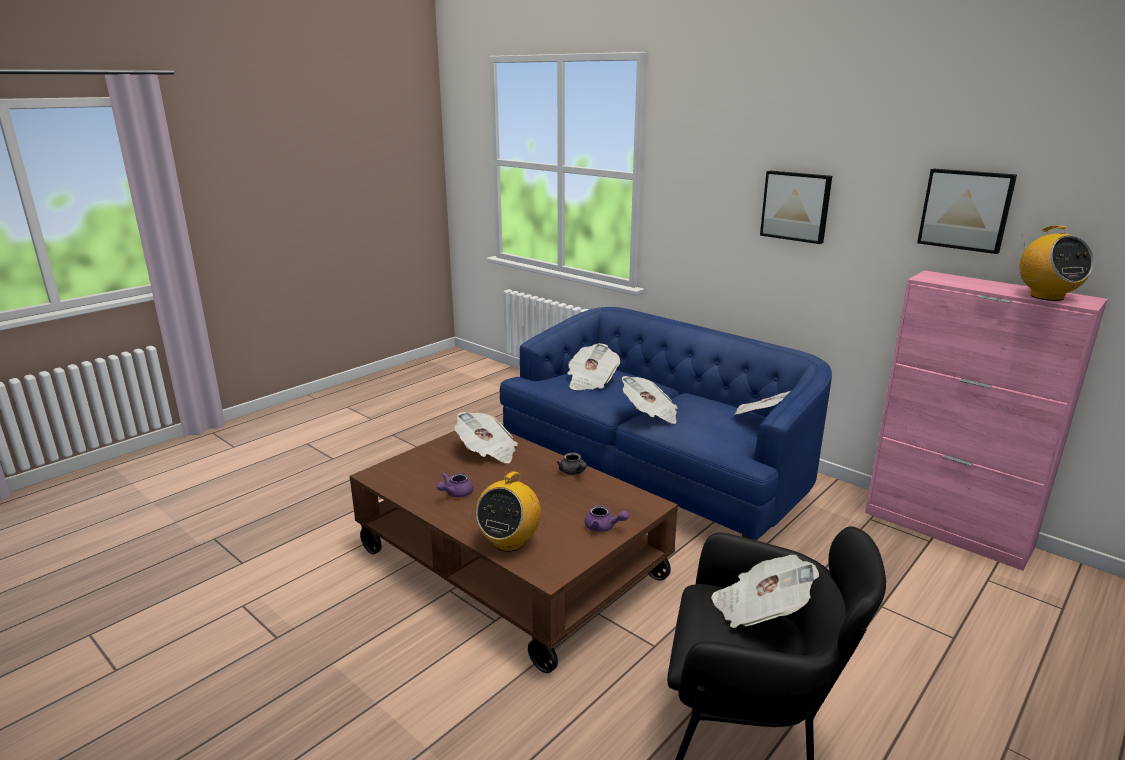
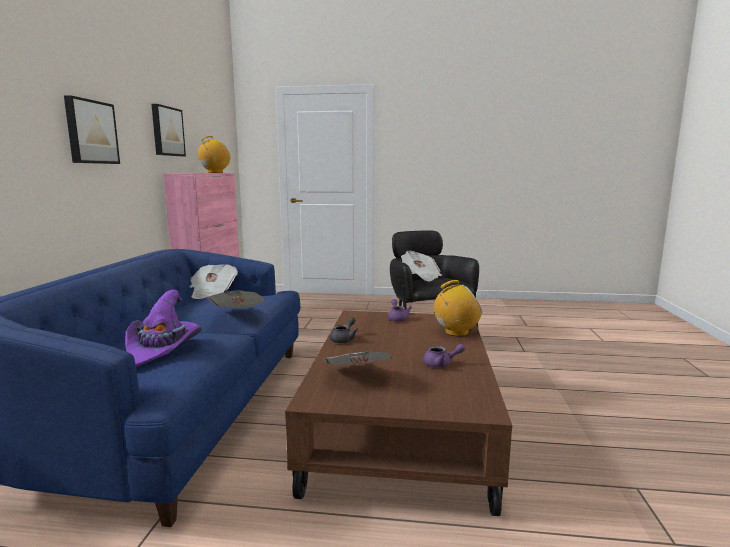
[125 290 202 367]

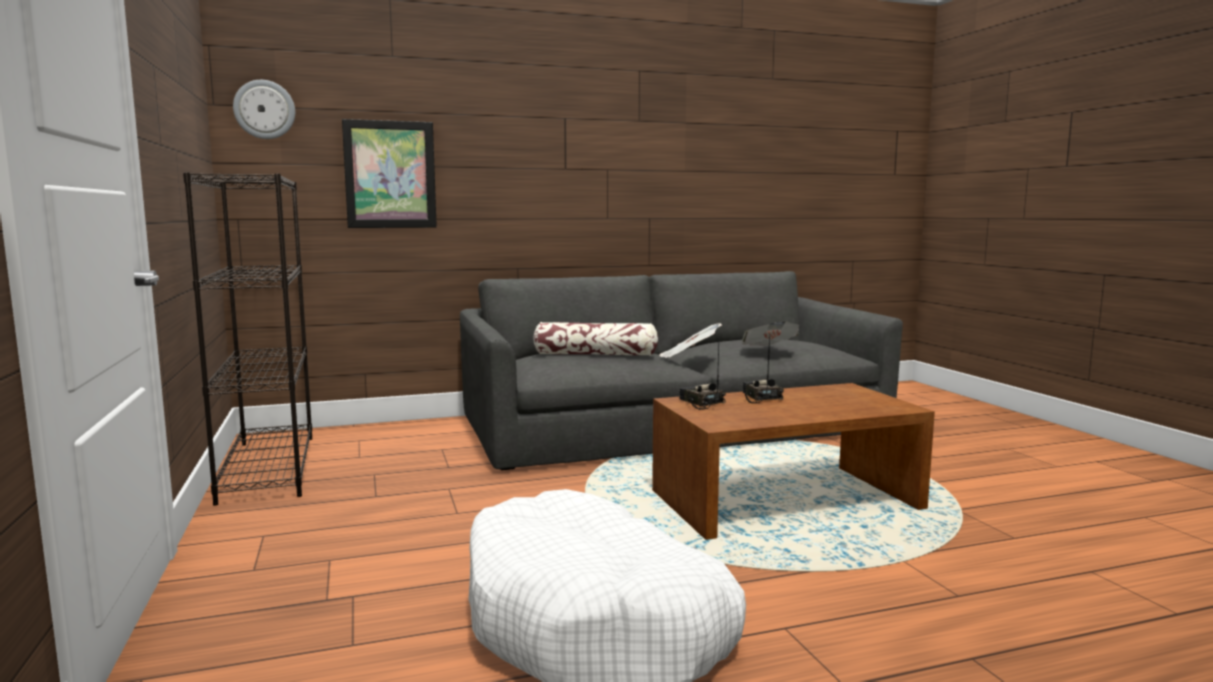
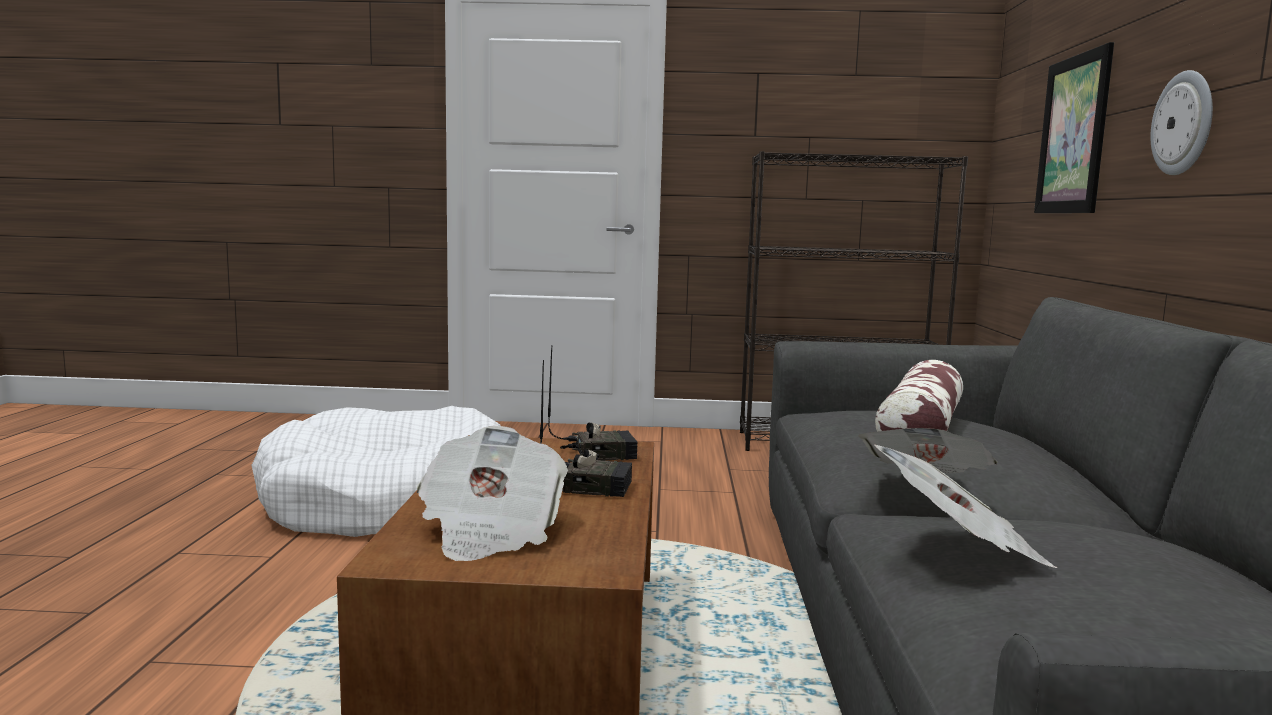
[1151 70 1213 175]
[417 426 568 561]

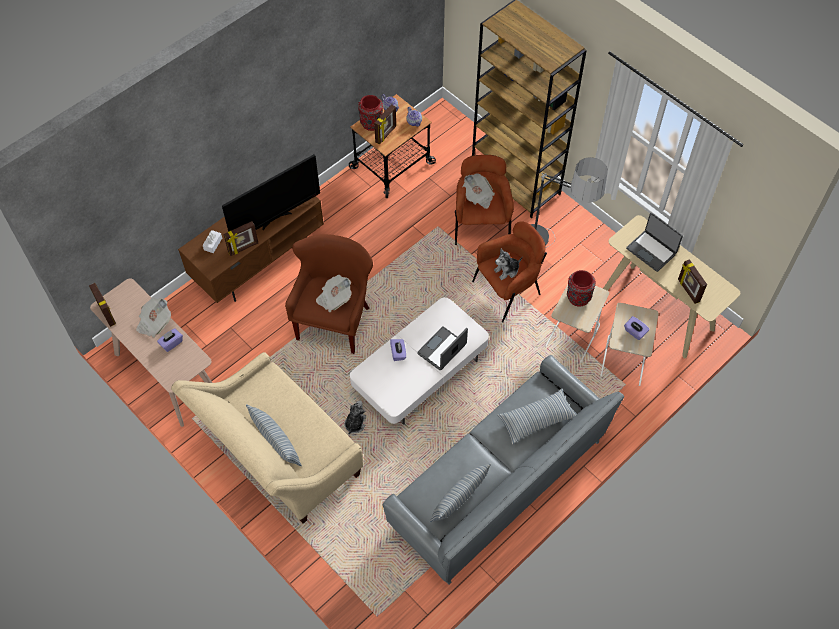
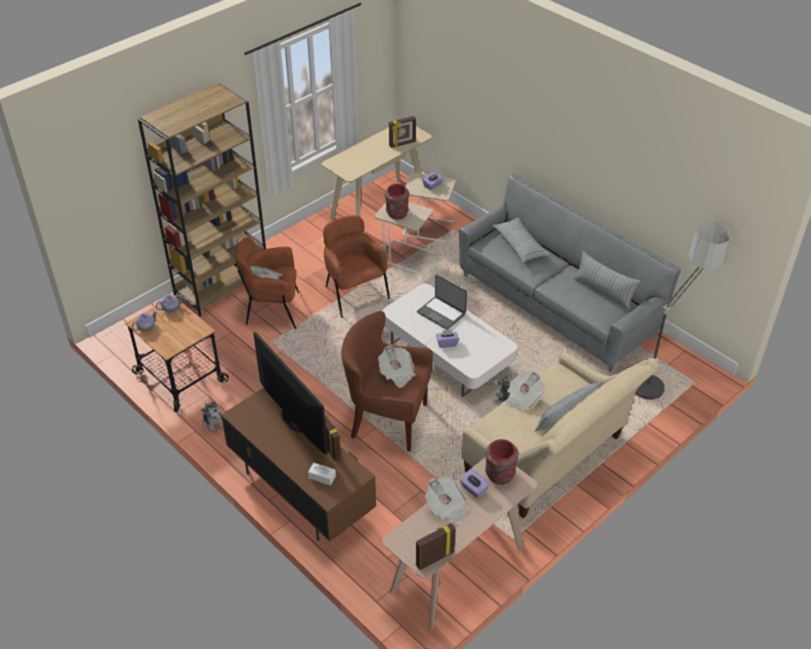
[485 439 518 485]
[374 104 396 145] (first image)
[635 223 730 400]
[626 212 683 272] (first image)
[201 401 223 434]
[505 371 545 412]

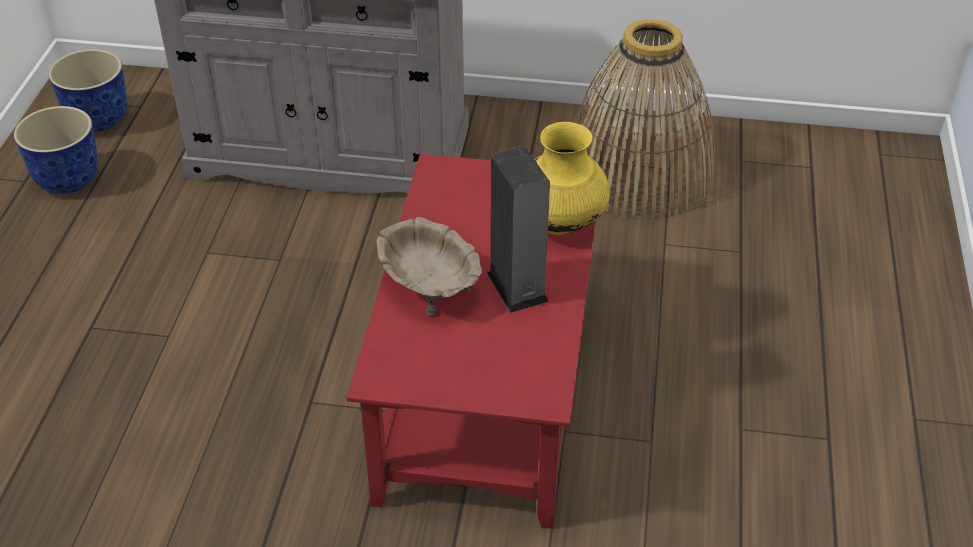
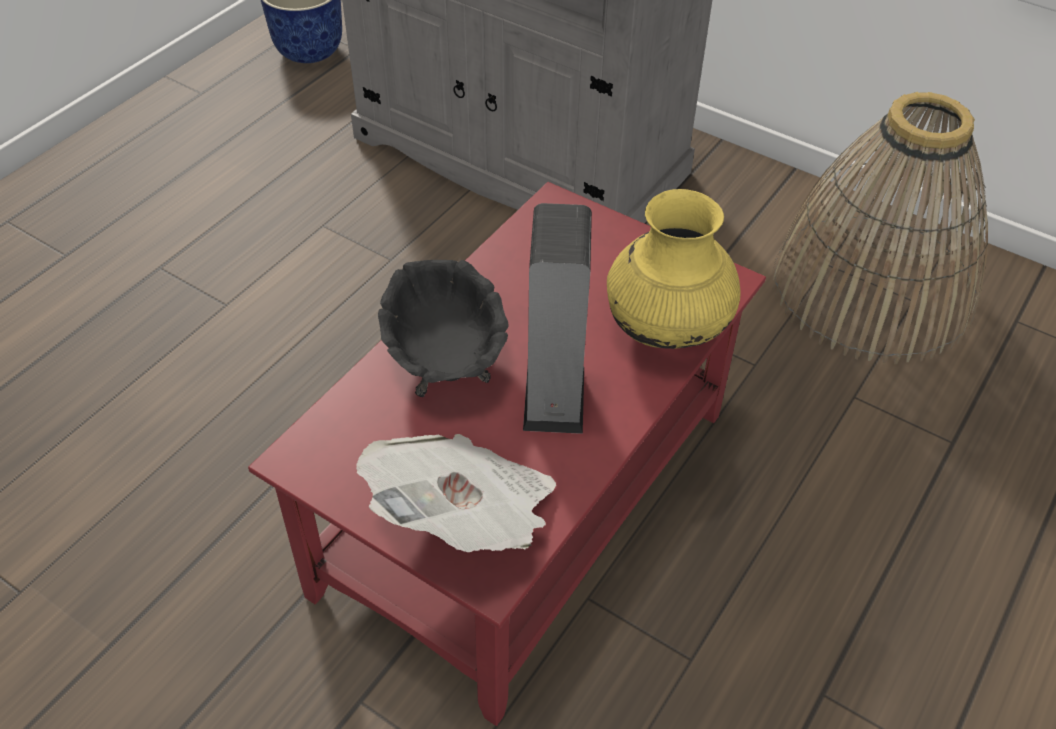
[14 106 98 194] (first image)
[378 260 509 397]
[356 434 556 552]

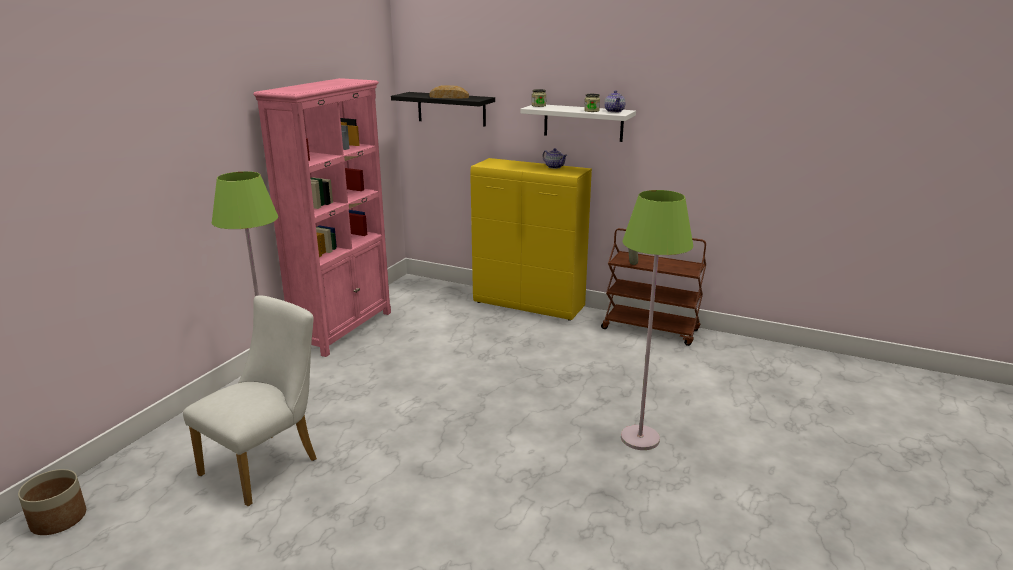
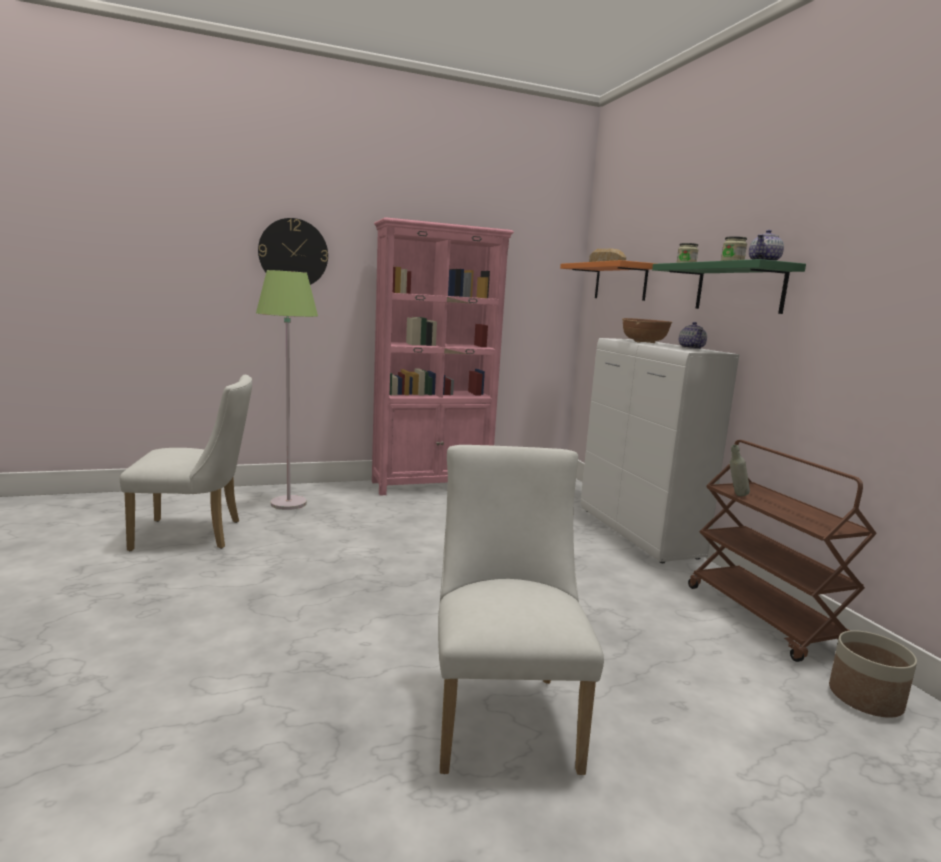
[560 260 657 301]
[652 259 806 314]
[581 338 739 563]
[438 445 604 775]
[829 630 917 718]
[258 218 328 285]
[622 318 672 343]

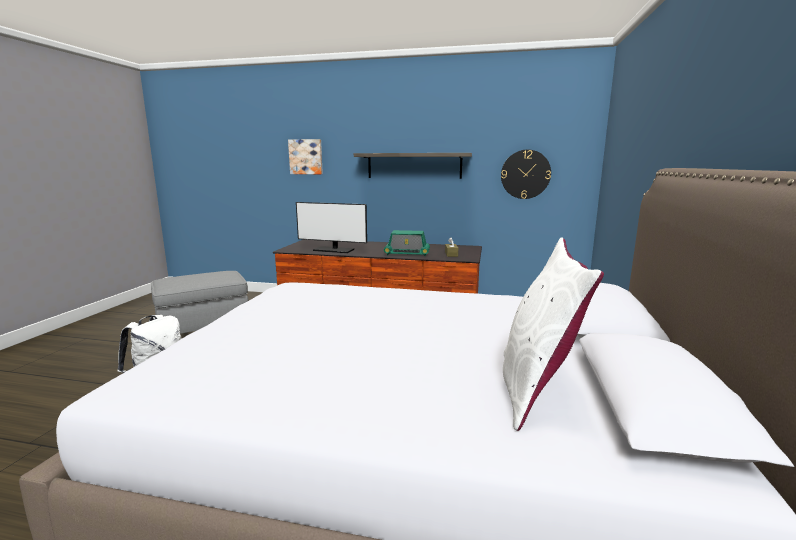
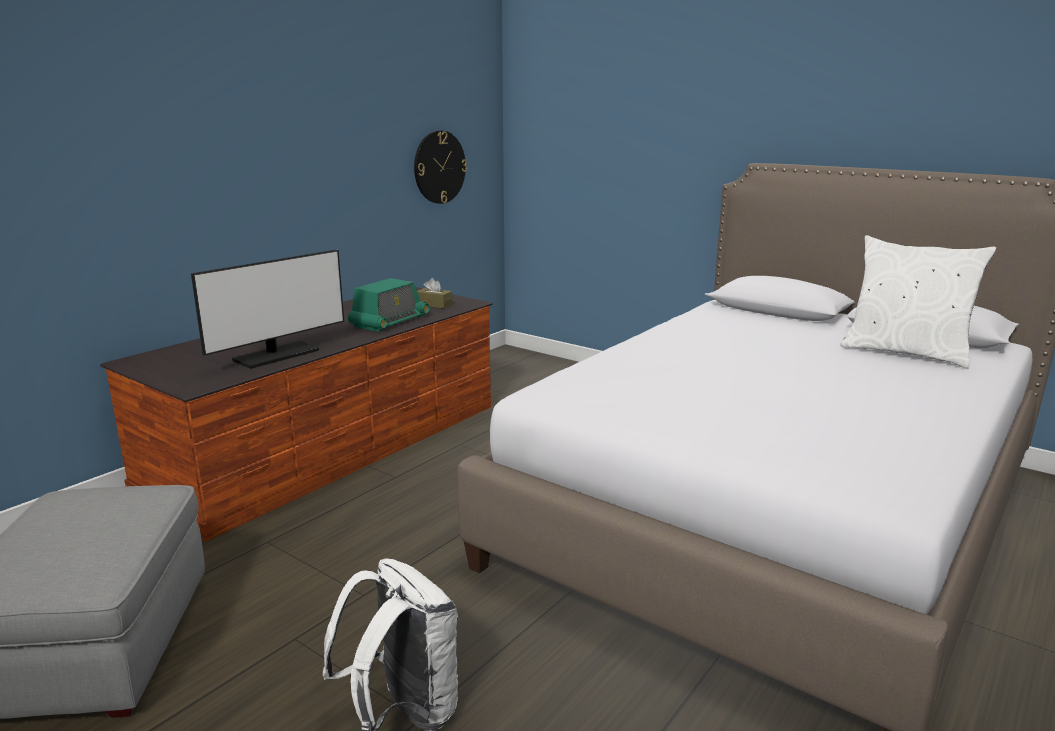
[288 139 323 174] (first image)
[354 153 472 179] (first image)

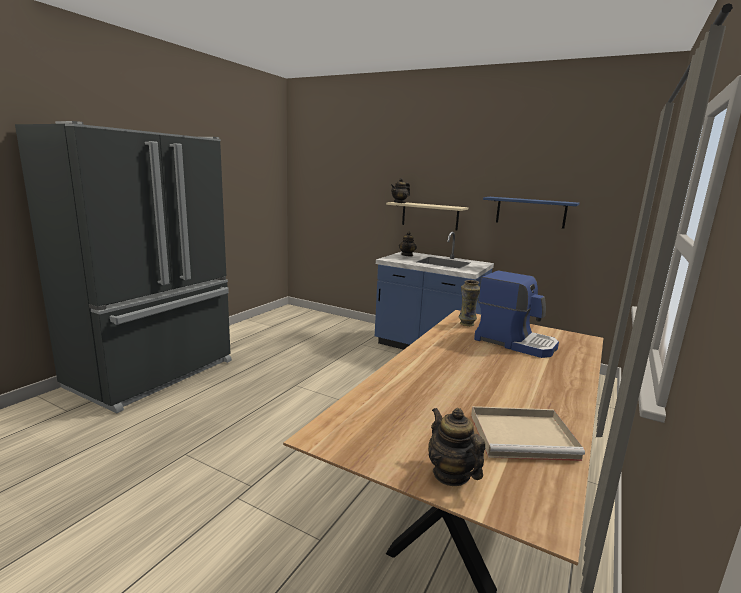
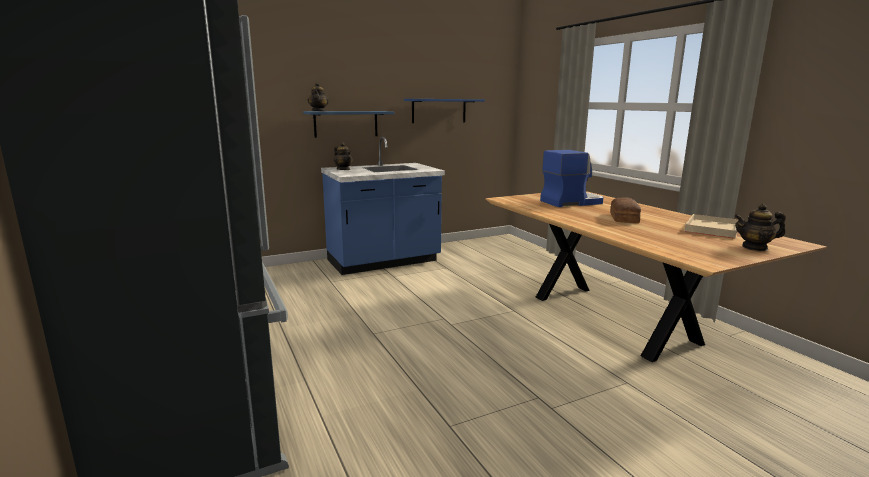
[303 111 394 138]
[459 280 480 326] (first image)
[610 198 641 223]

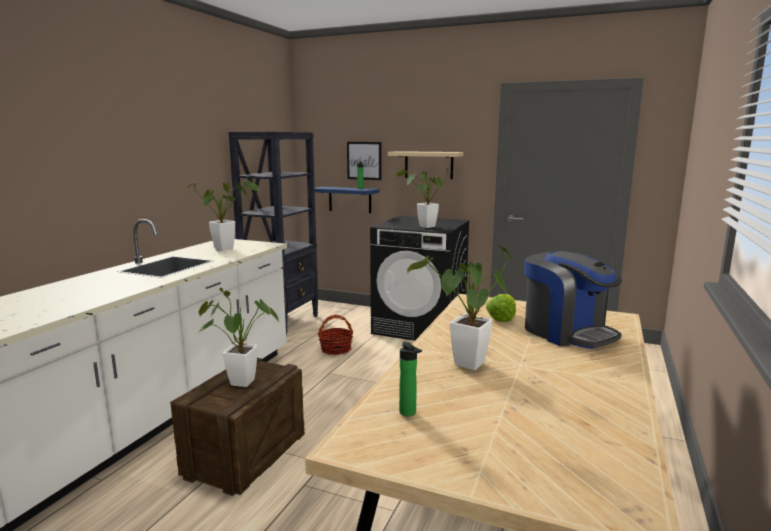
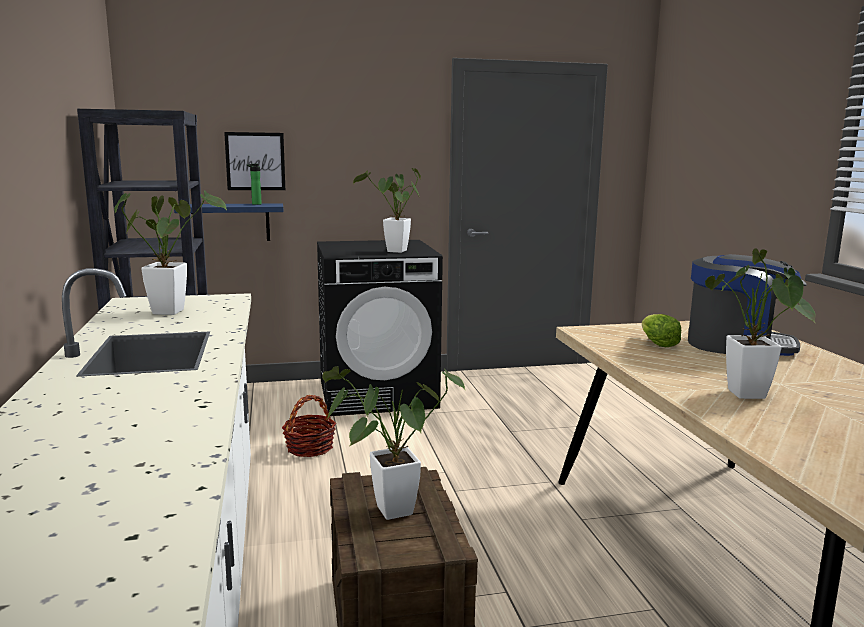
[388 151 463 179] (first image)
[399 342 422 416] (first image)

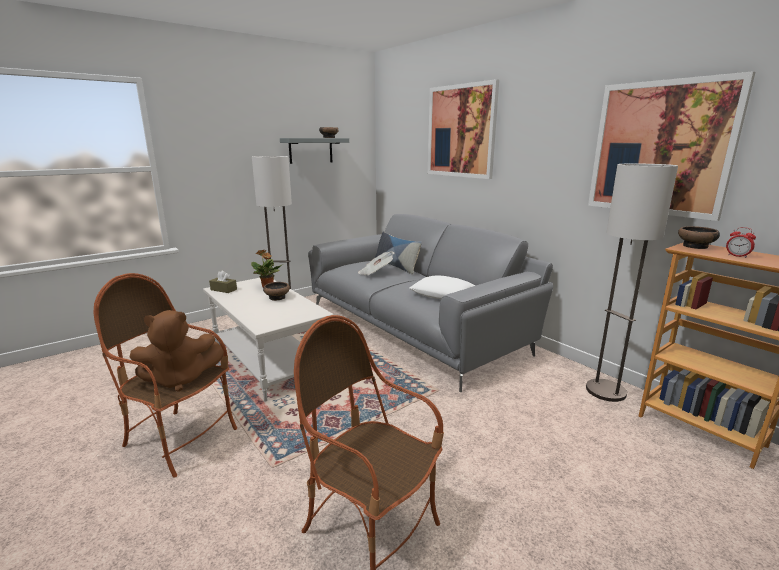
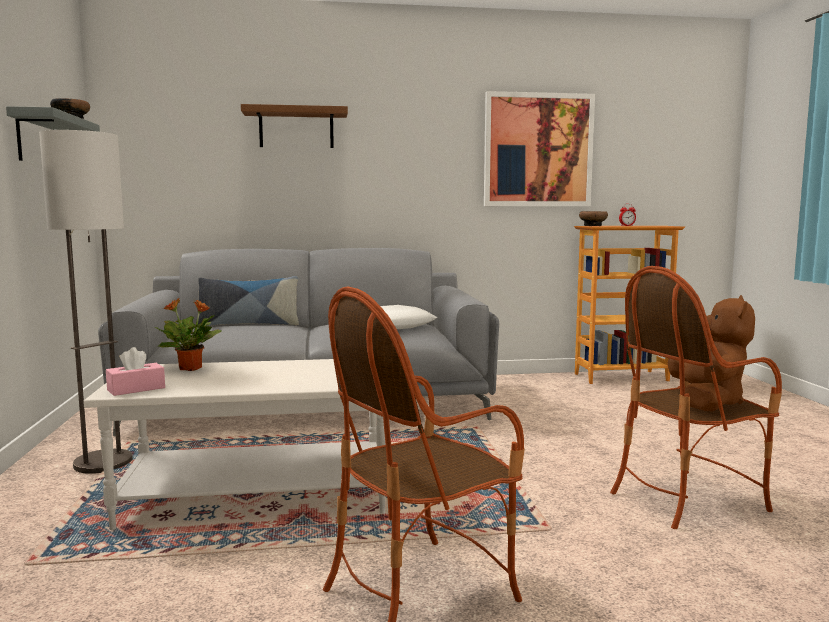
[241 104 348 148]
[586 163 678 402] (first image)
[358 251 395 276] (first image)
[106 347 165 396]
[263 282 290 301] (first image)
[668 295 755 412]

